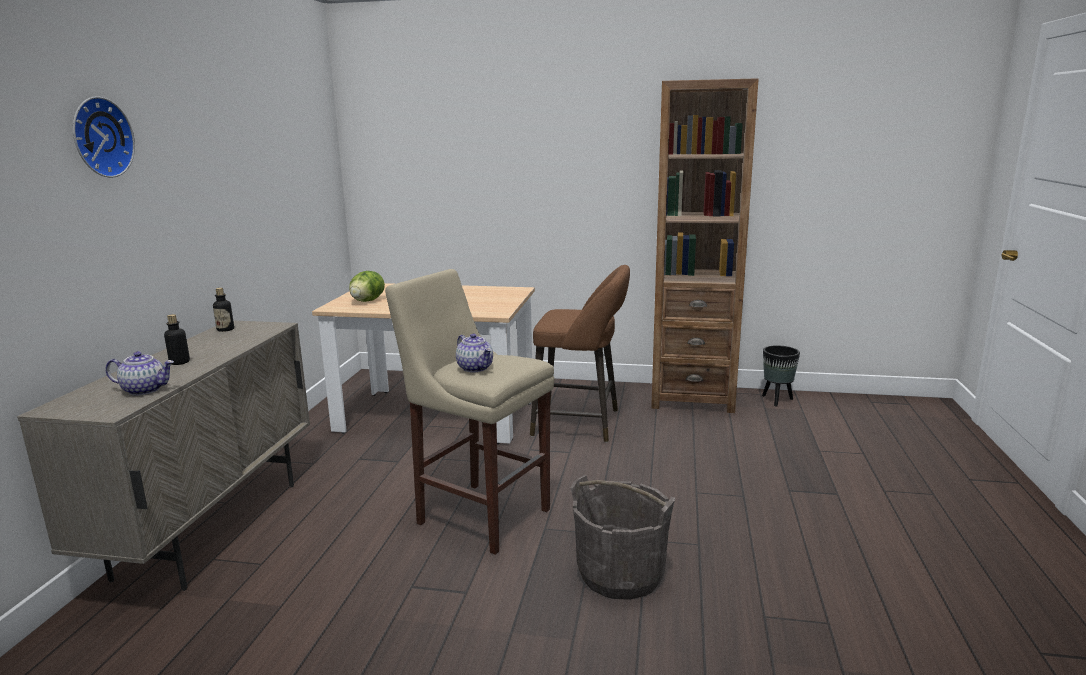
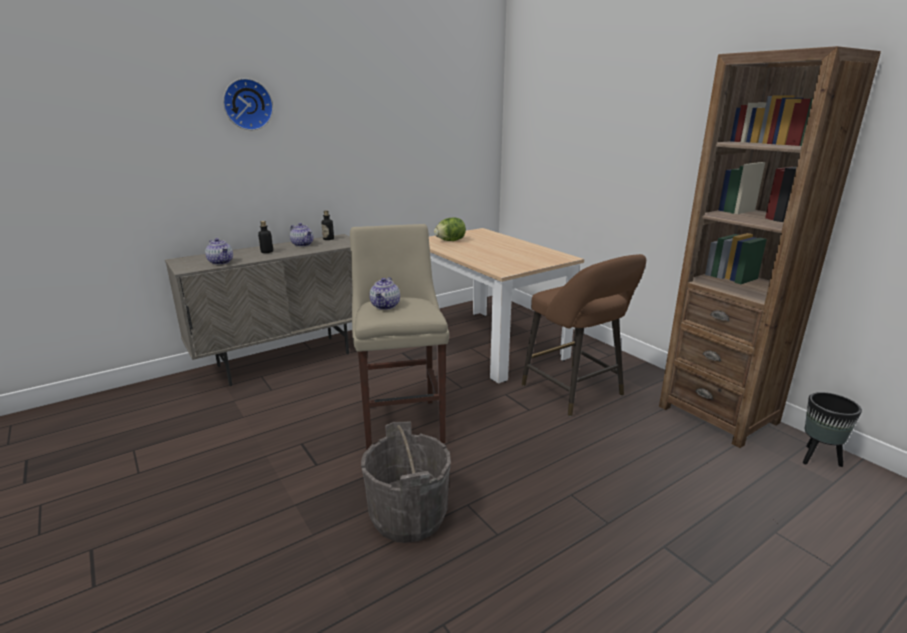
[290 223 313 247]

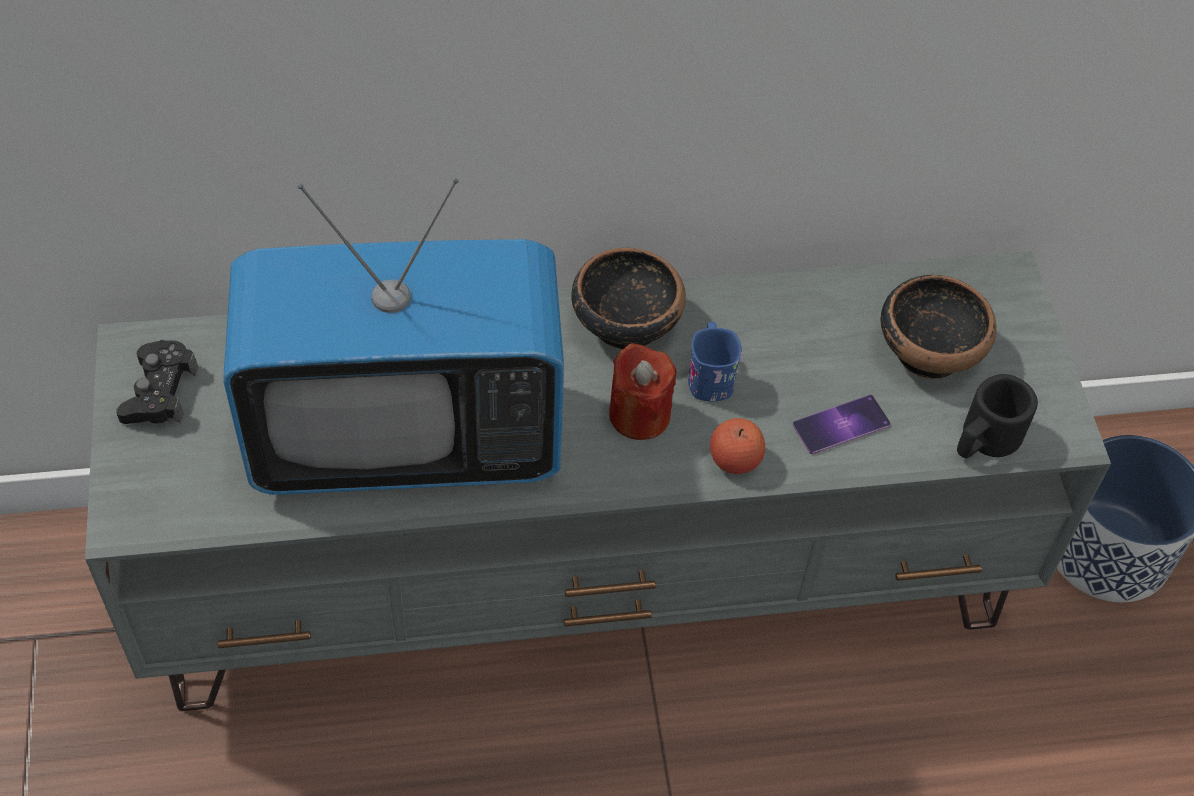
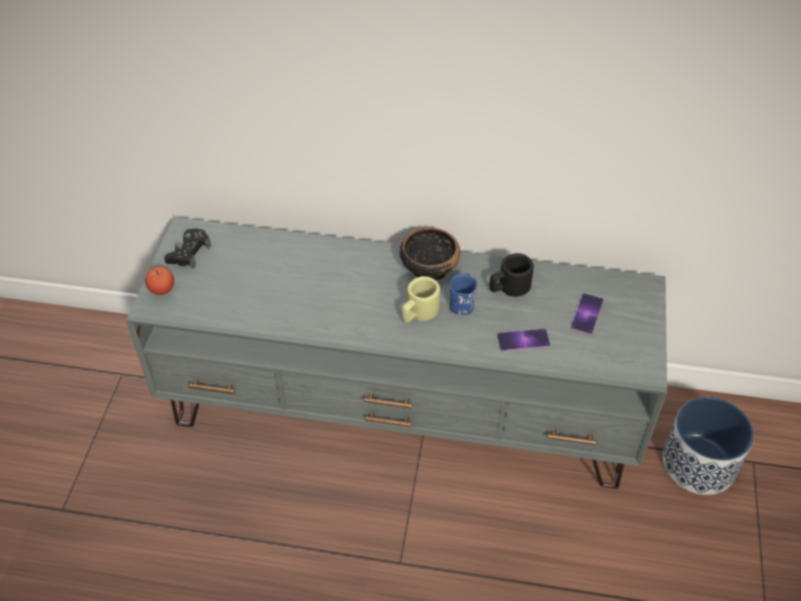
[223 178 564 495] (first image)
[571 293 604 335]
[402 276 440 323]
[490 253 534 297]
[145 266 174 295]

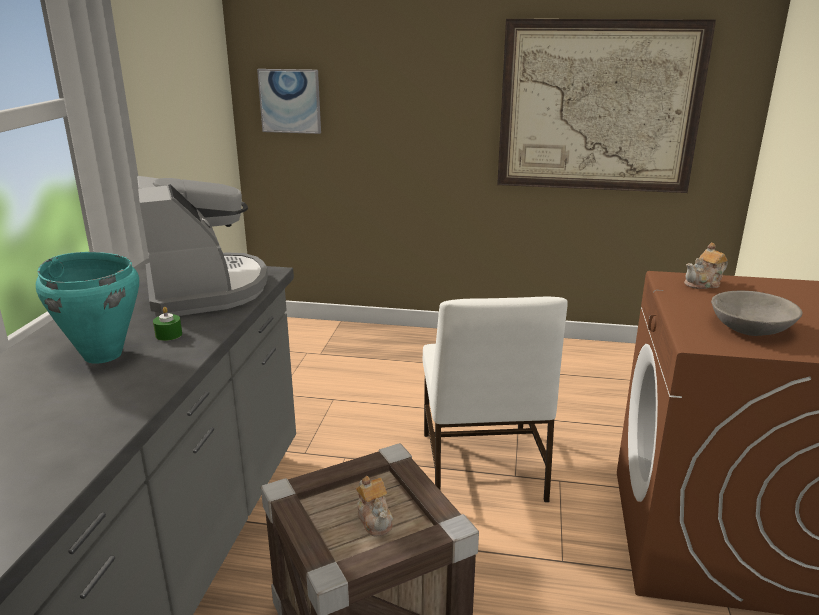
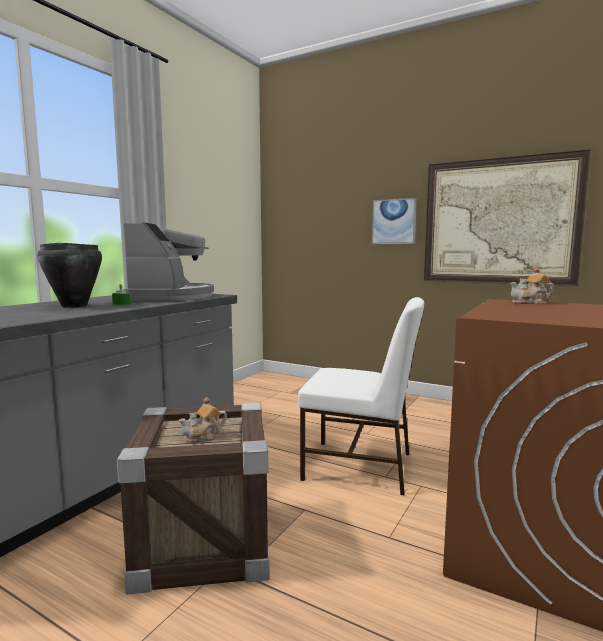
[372 198 417 244]
[37 243 102 308]
[711 291 802 336] (first image)
[298 297 424 495]
[178 397 227 443]

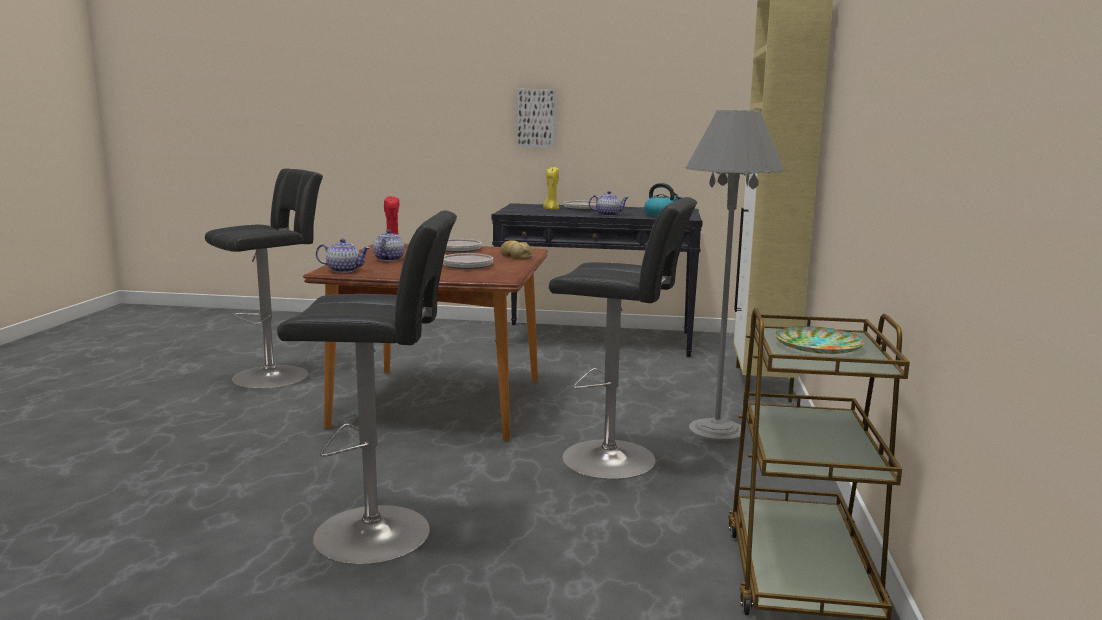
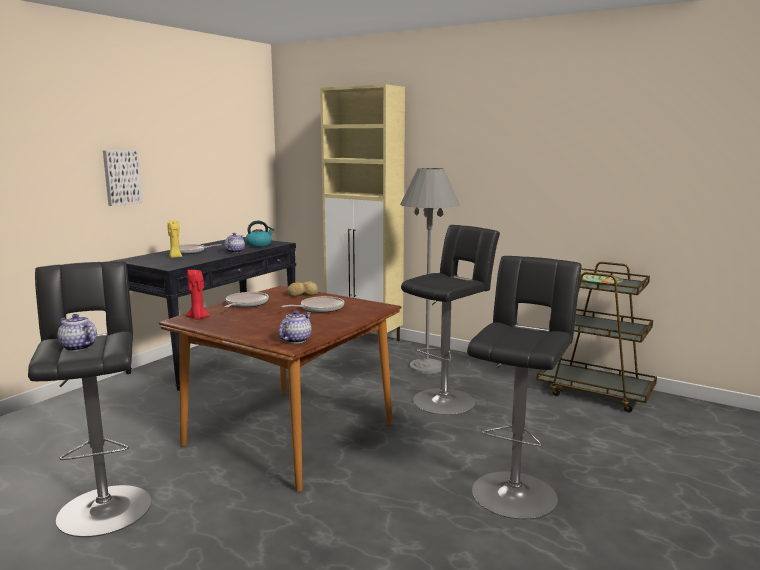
[58 314 97 351]

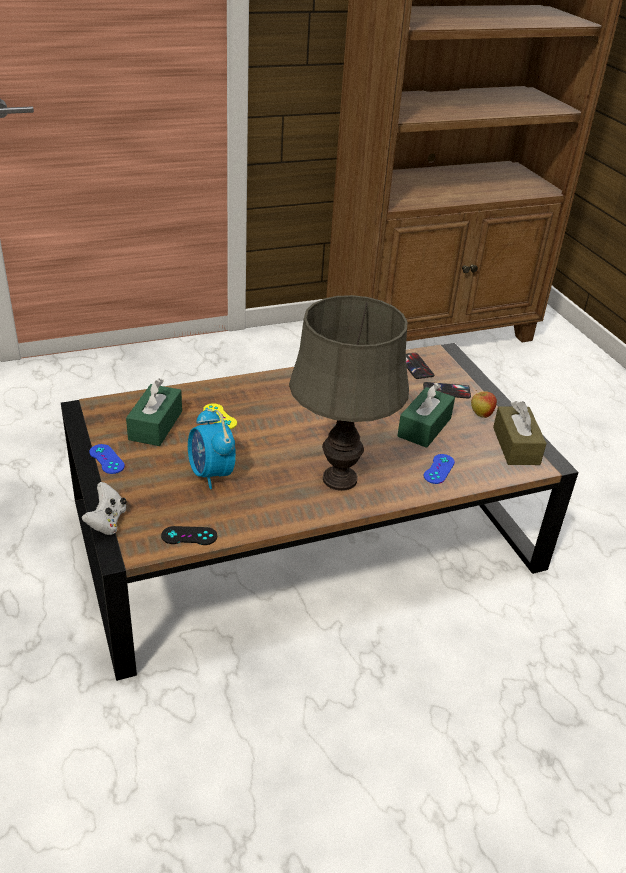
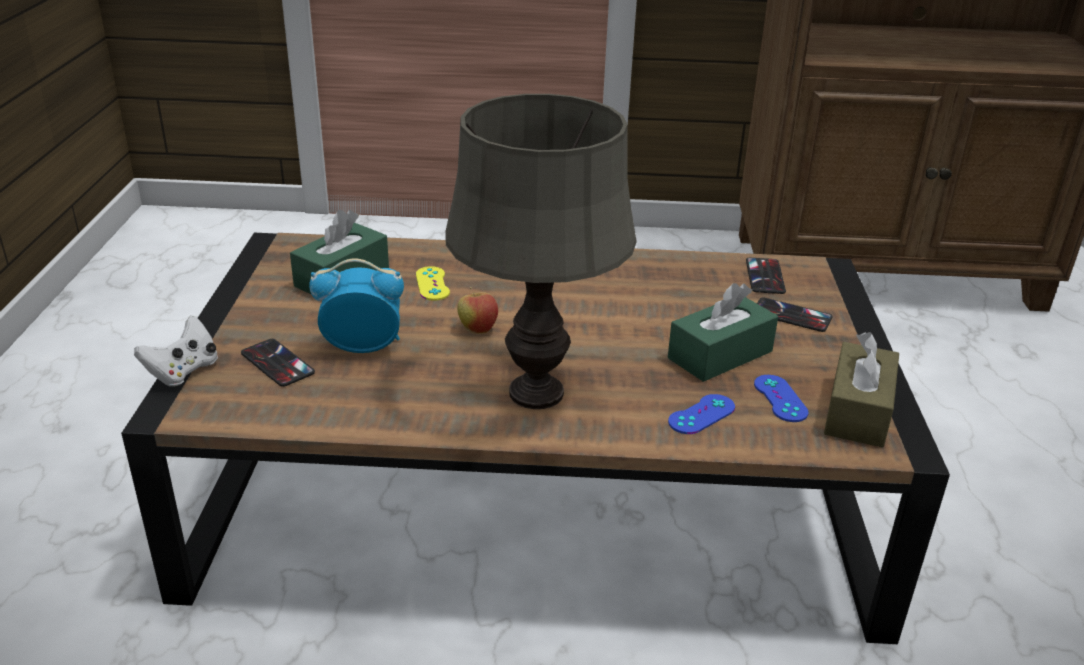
[457 287 498 334]
[309 258 404 353]
[754 375 809 422]
[161 526 217 545] (first image)
[241 339 315 387]

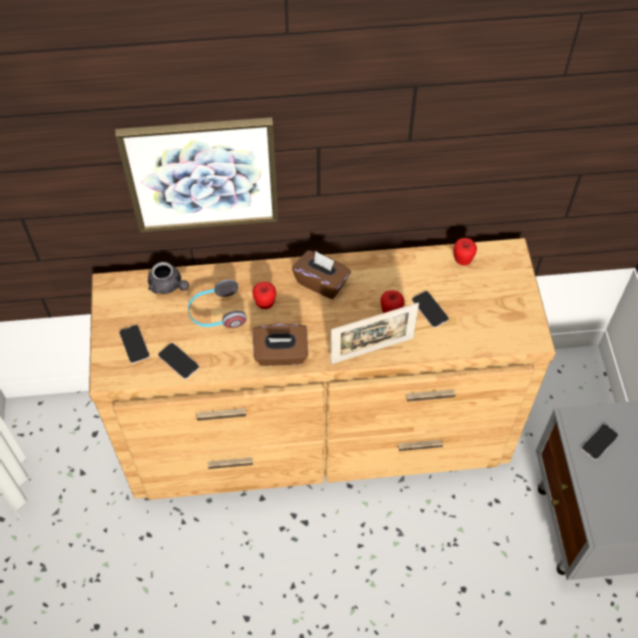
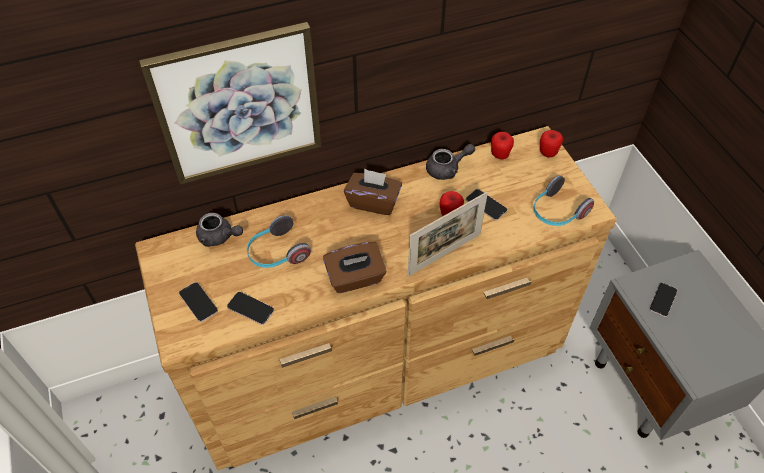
[540 130 563 157]
[426 144 475 180]
[534 176 594 226]

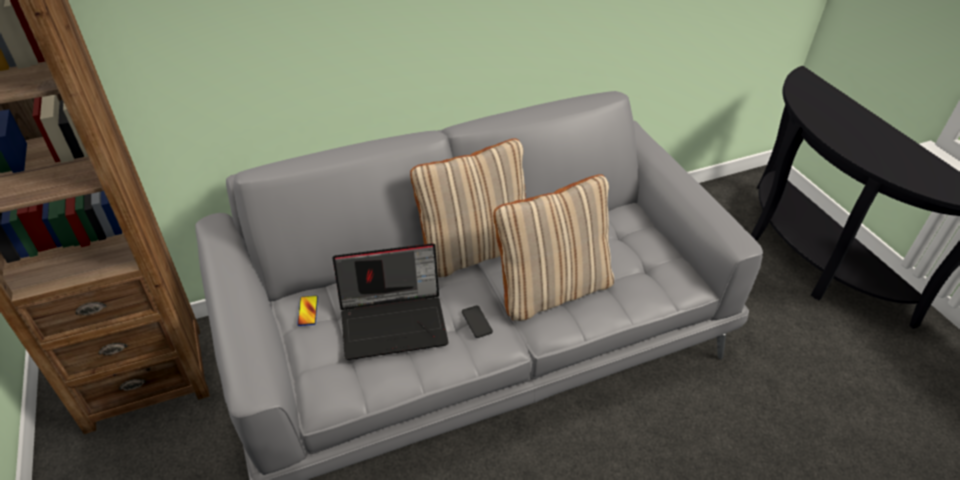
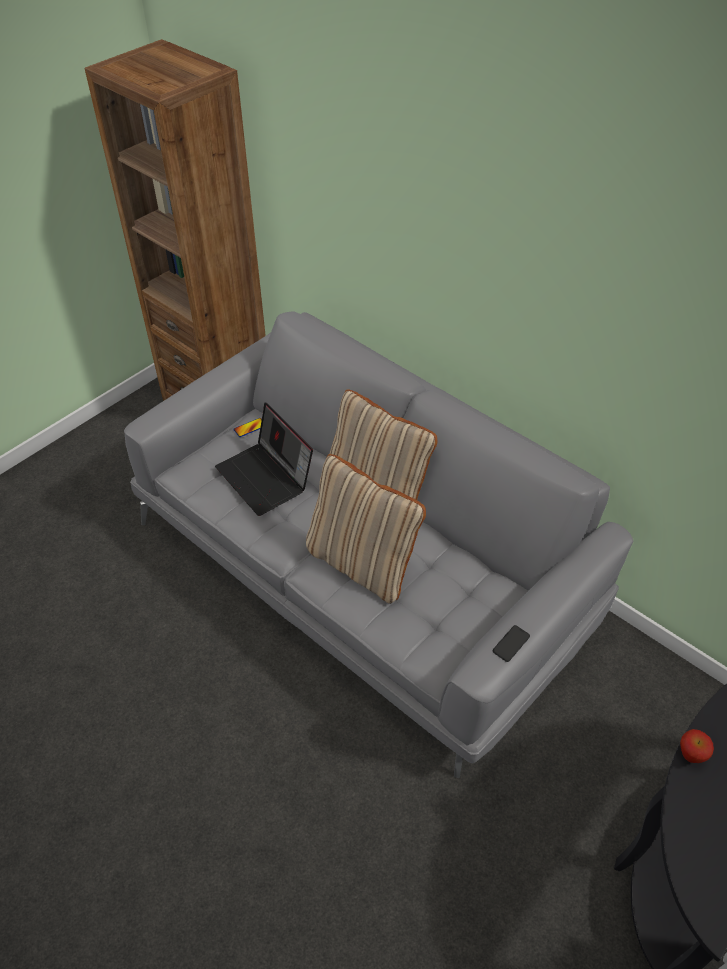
[493 625 530 662]
[680 729 714 763]

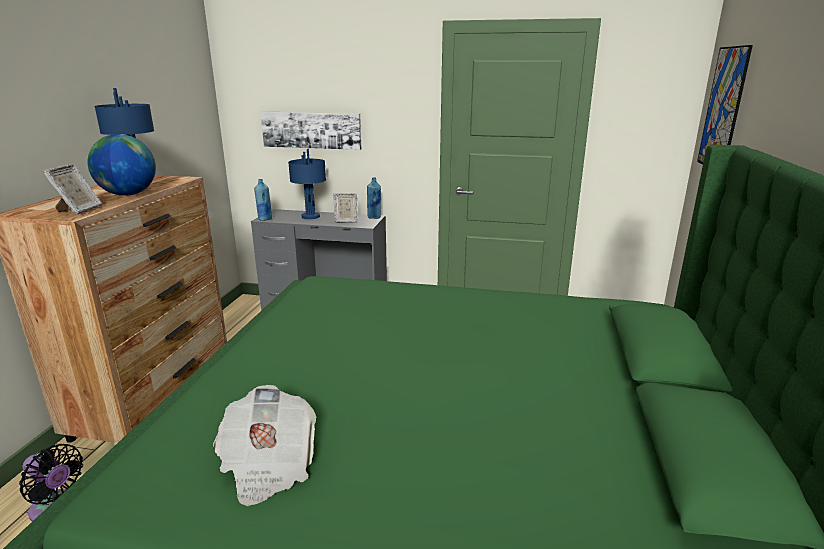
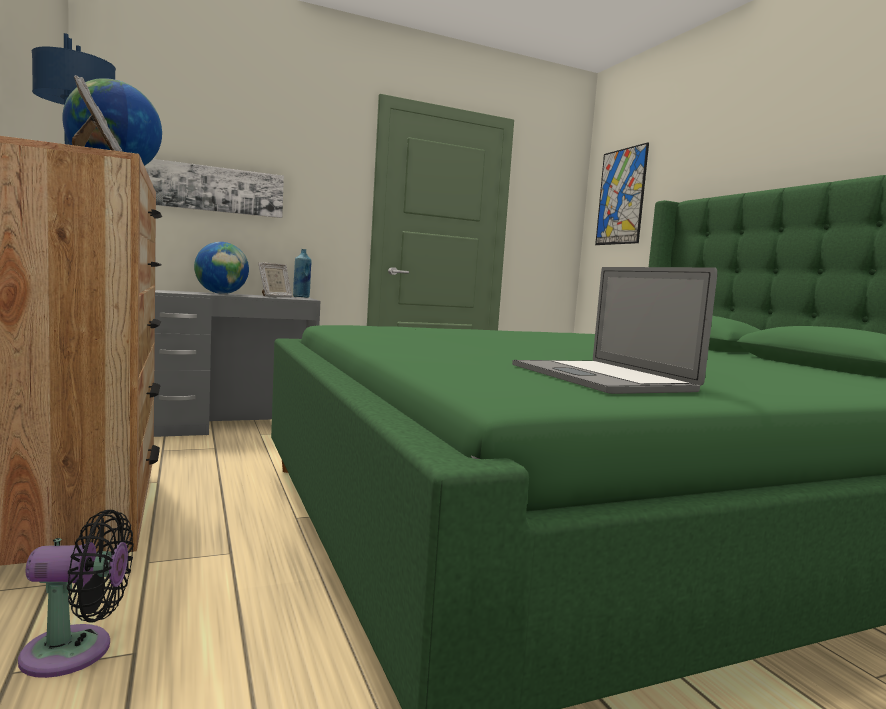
[194 242 249 294]
[254 179 272 221] (first image)
[512 267 717 394]

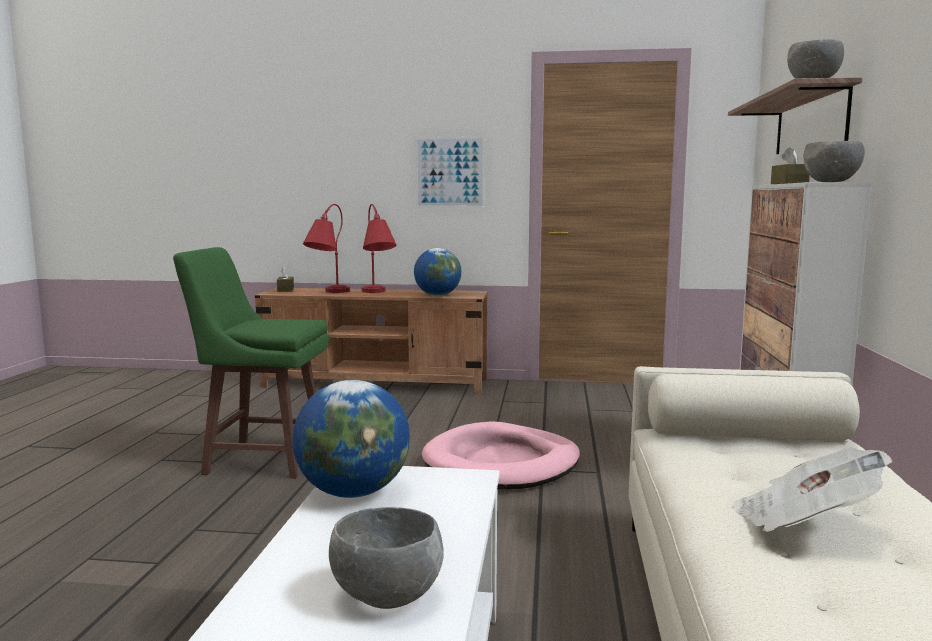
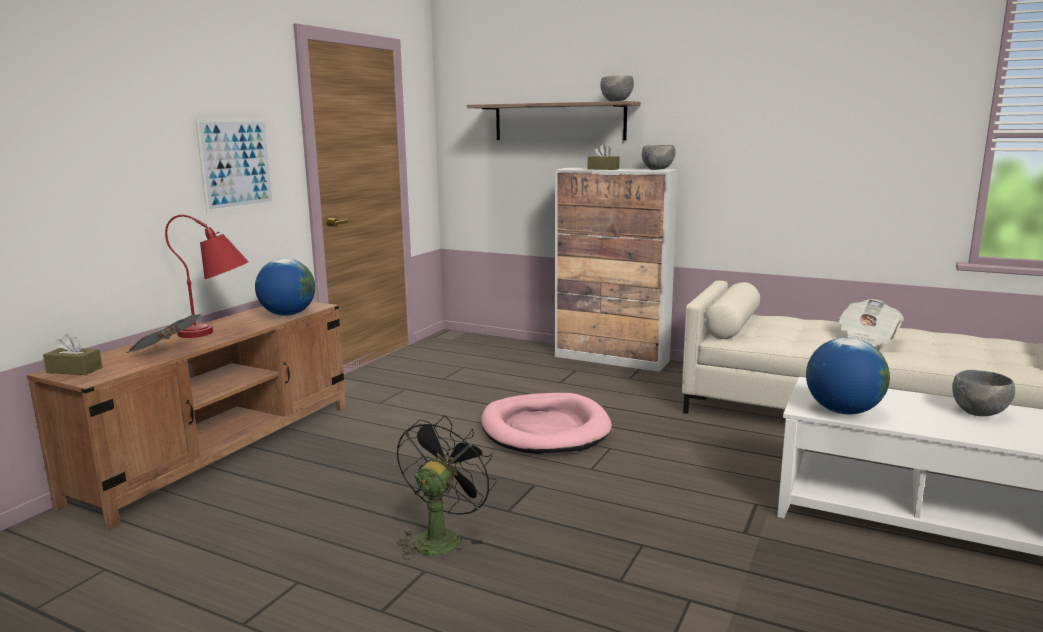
[126 314 201 353]
[397 415 496 560]

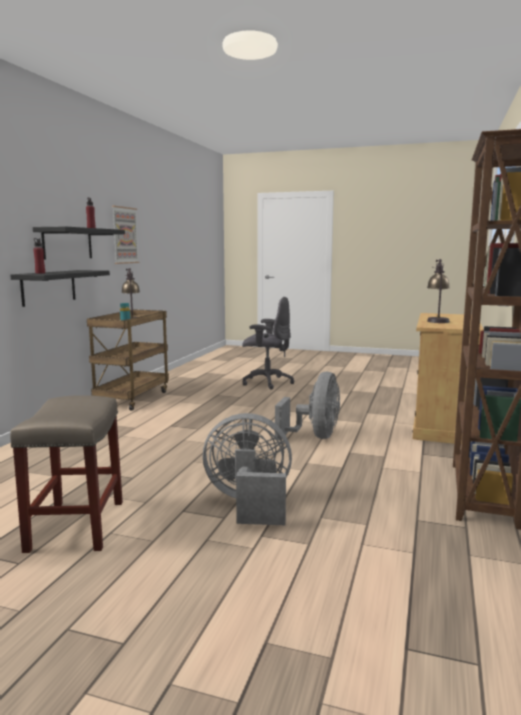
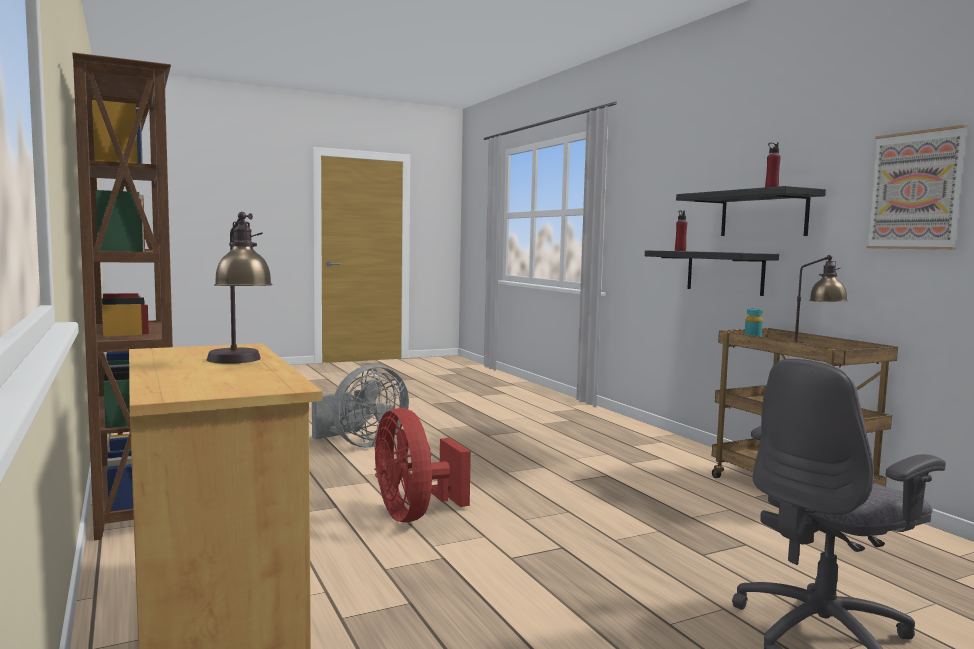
[374 408 471 522]
[10 395 123 553] (first image)

